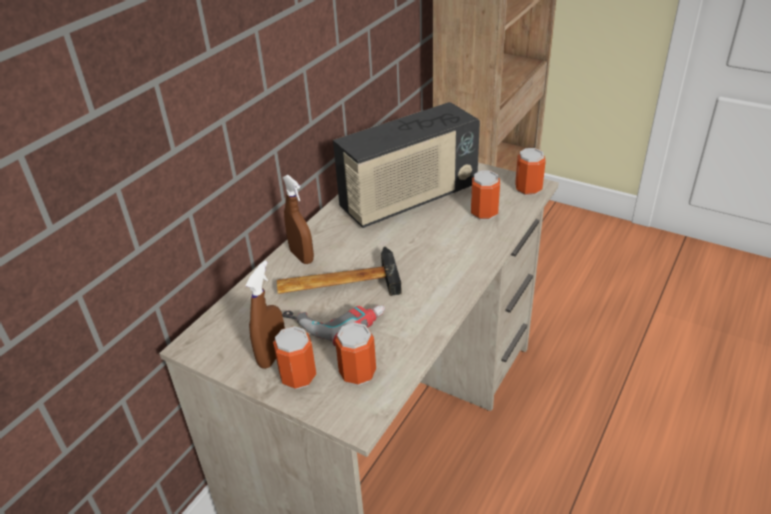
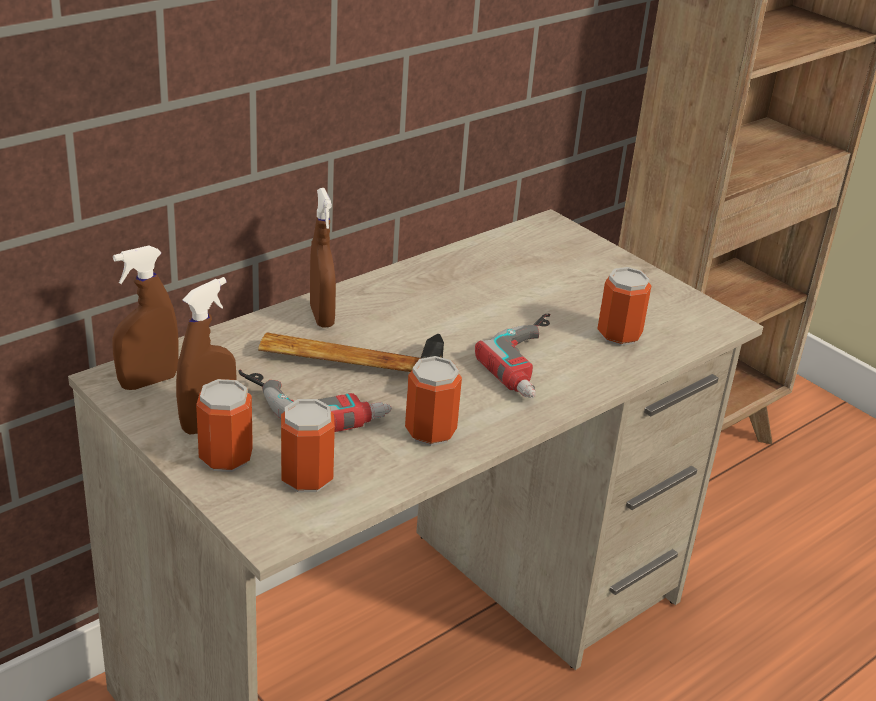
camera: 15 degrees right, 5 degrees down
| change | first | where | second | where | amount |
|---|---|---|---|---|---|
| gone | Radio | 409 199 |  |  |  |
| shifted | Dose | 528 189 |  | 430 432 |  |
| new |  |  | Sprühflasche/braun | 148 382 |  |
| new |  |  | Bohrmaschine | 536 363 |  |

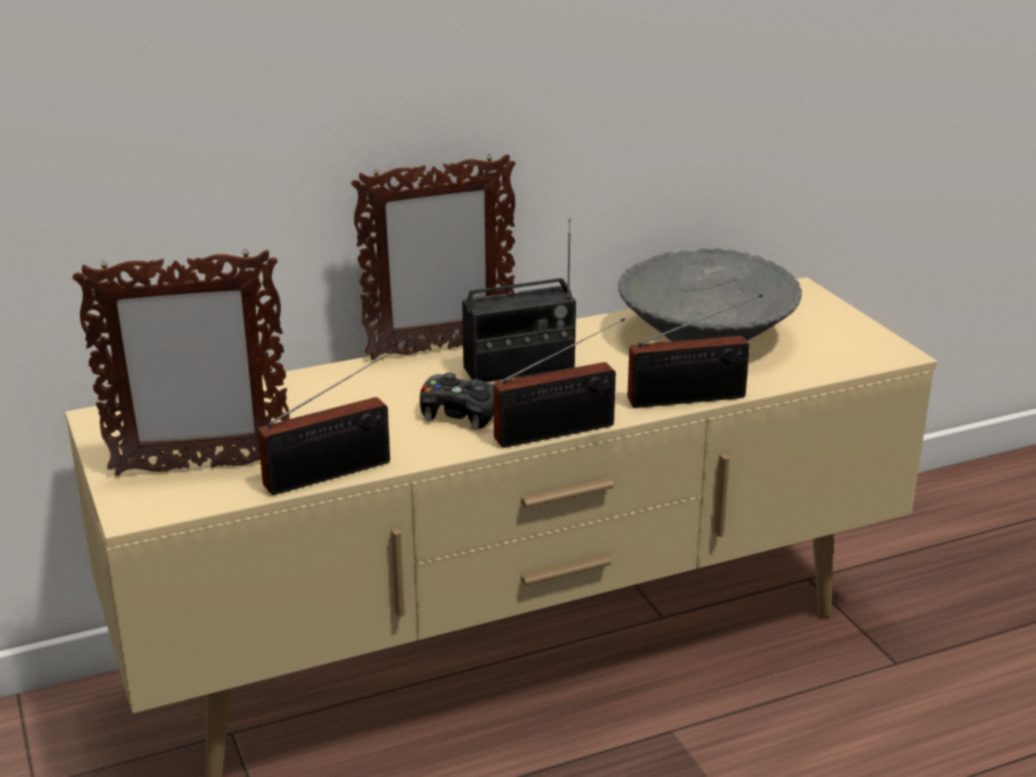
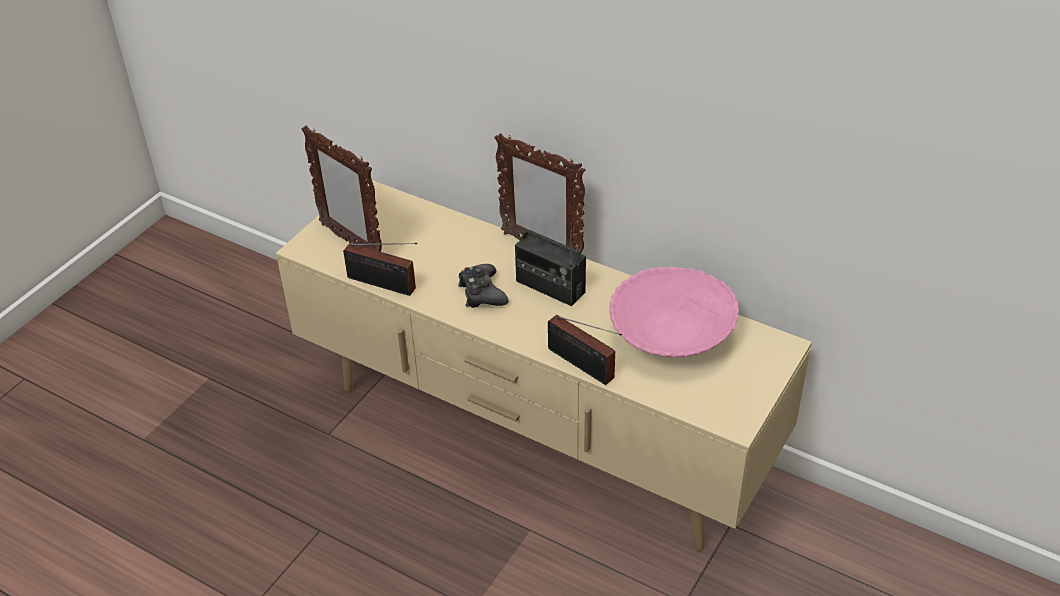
camera: 55 degrees right, 15 degrees up
| change | first | where | second | where | amount |
|---|---|---|---|---|---|
| gone | Radio | 561 431 |  |  |  |
| repainted | Schüssel/grau | 706 335 | Schüssel/rosa | 671 336 |  |

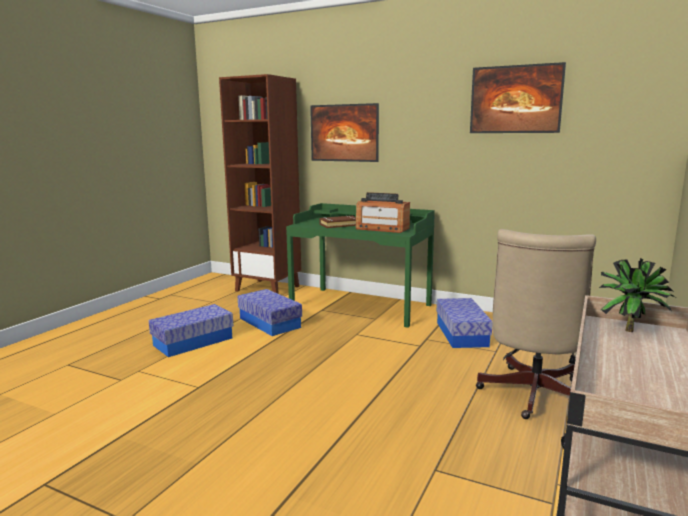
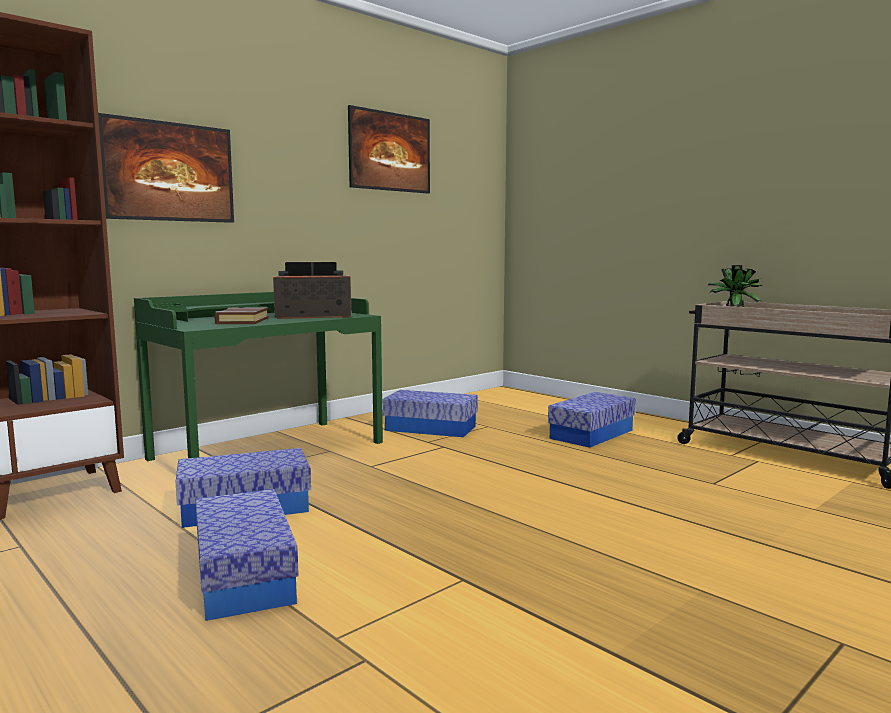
camera: 70 degrees left, 5 degrees down
| change | first | where | second | where | amount |
|---|---|---|---|---|---|
| rotated | Radio | 382 229 |  | 312 316 | 150 degrees counterclockwise |
| swapped | Bürostuhl/beige | 532 396 | Aufbewahrungsbox | 591 434 |  |

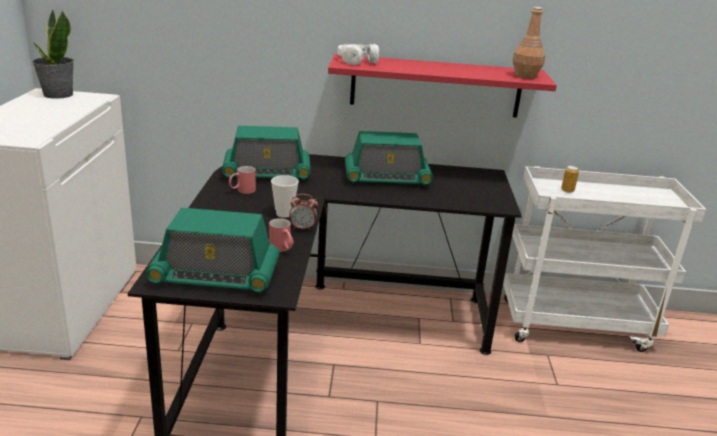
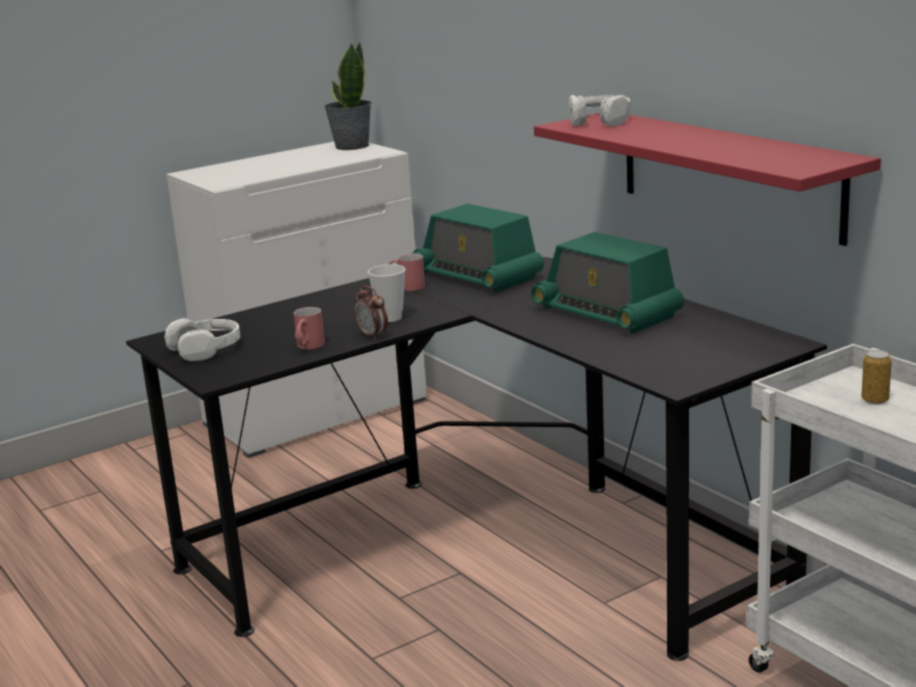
camera: 55 degrees right, 5 degrees down
| change | first | where | second | where | amount |
|---|---|---|---|---|---|
| swapped | Radio | 215 275 | Kopfhörer/weiß | 206 349 |  |
| gone | Flasche/braun | 525 76 |  |  |  |

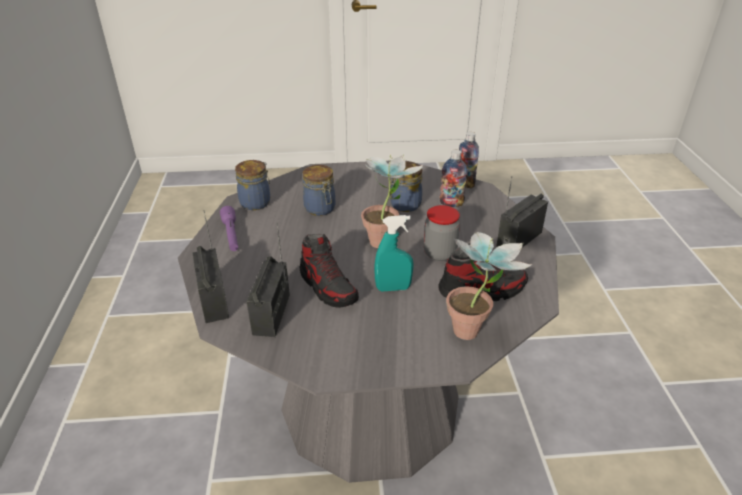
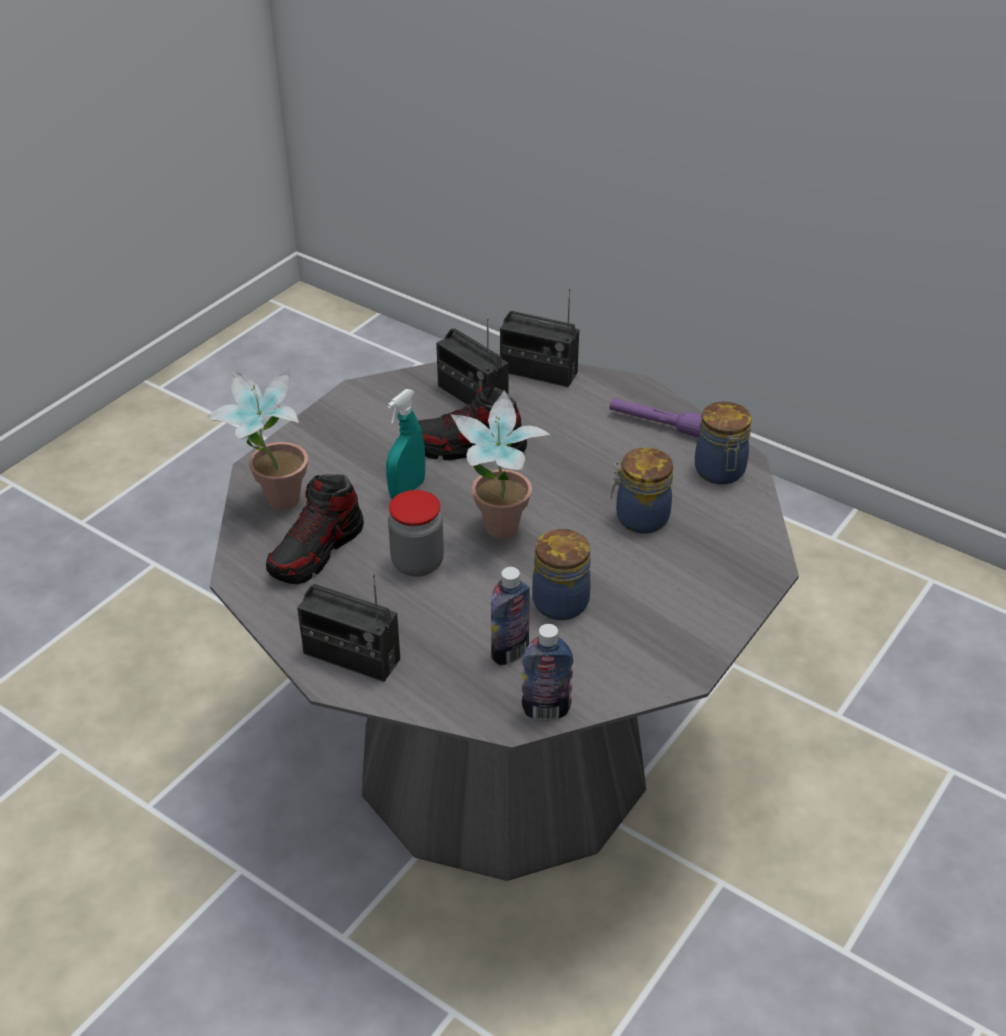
camera: 130 degrees right, 5 degrees up
| change | first | where | second | where | amount |
|---|---|---|---|---|---|
| rotated | Radio | 519 239 |  | 351 656 | 120 degrees clockwise |

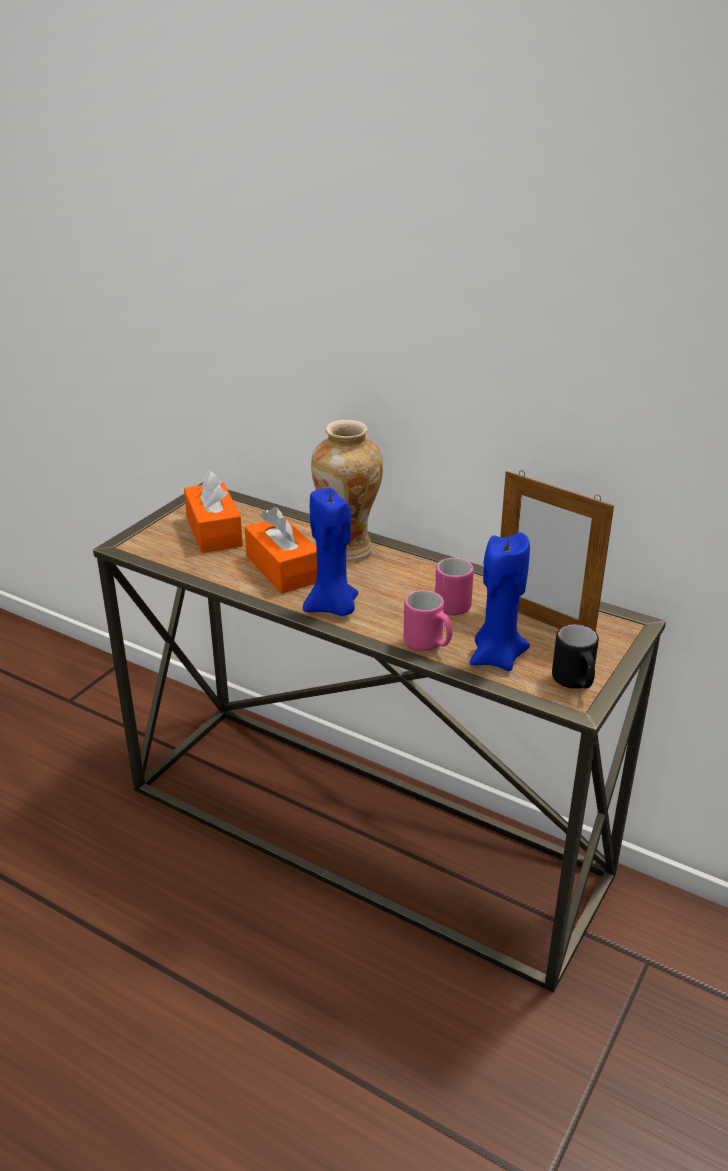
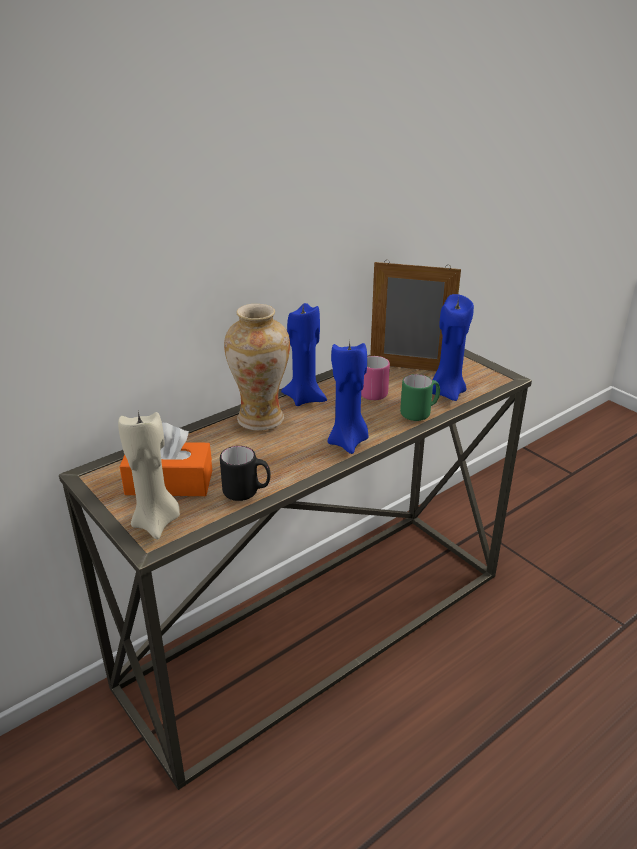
camera: 70 degrees left, 0 degrees up
| change | first | where | second | where | amount |
|---|---|---|---|---|---|
| gone | Taschentuchbox/orange | 283 569 |  |  |  |
| repainted | Henkelbecher/rosa | 428 645 | Henkelbecher/grün | 420 413 |  |
| rotated | Bilderrahmen | 543 621 |  | 409 368 | 135 degrees counterclockwise |
| shifted | Henkelbecher/schwarz | 575 683 |  | 247 492 |  |
| new |  |  | Kerze/beige | 157 522 |  |
| new |  |  | Kerze/blau | 304 398 |  |

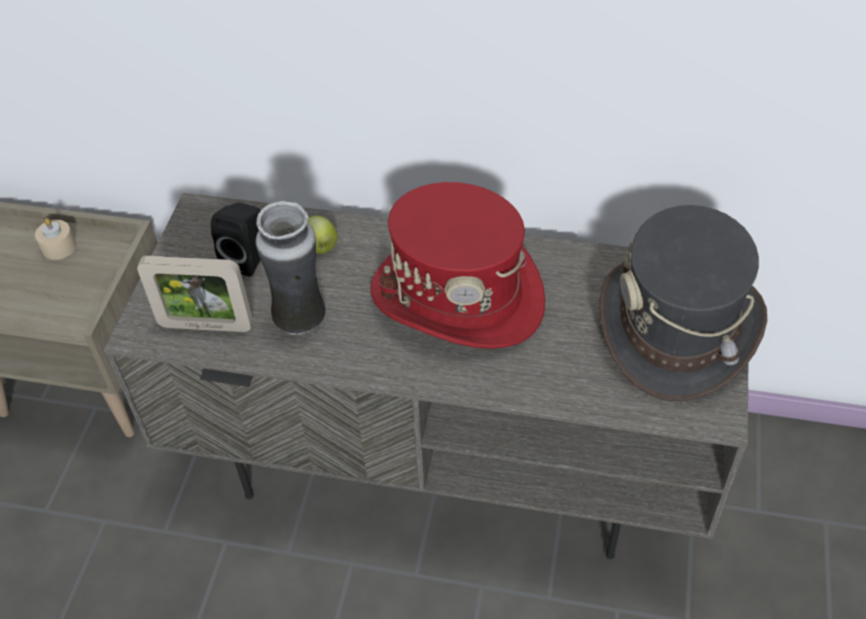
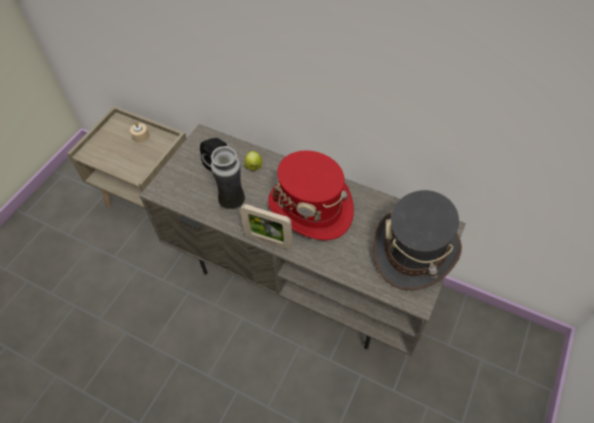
camera: 15 degrees right, 5 degrees up
| change | first | where | second | where | amount |
|---|---|---|---|---|---|
| shifted | Bilderrahmen | 206 326 |  | 268 240 |  |

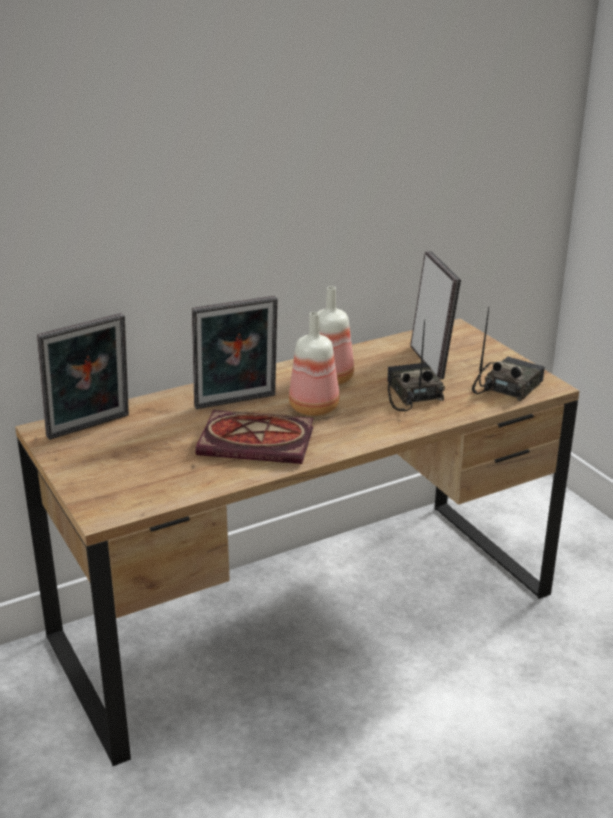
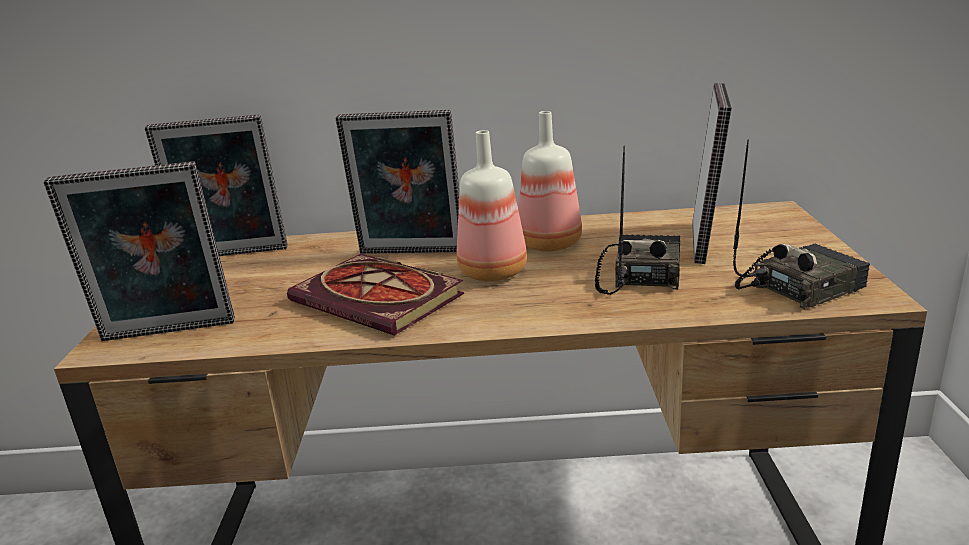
camera: 30 degrees right, 5 degrees down
| change | first | where | second | where | amount |
|---|---|---|---|---|---|
| new |  |  | Bilderrahmen | 167 333 |  |

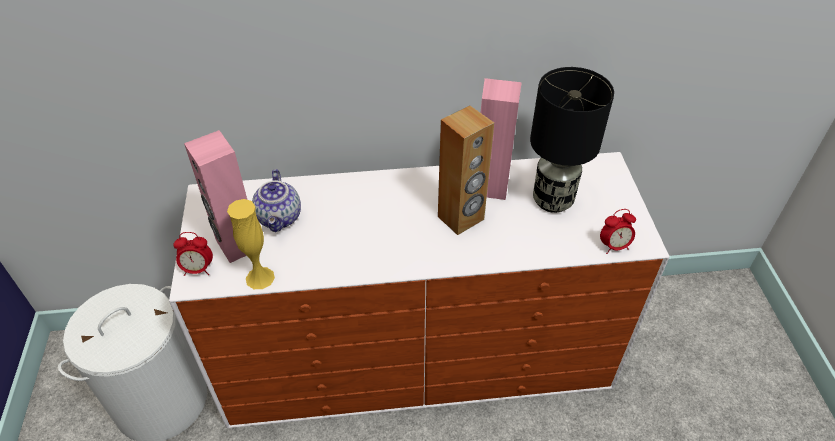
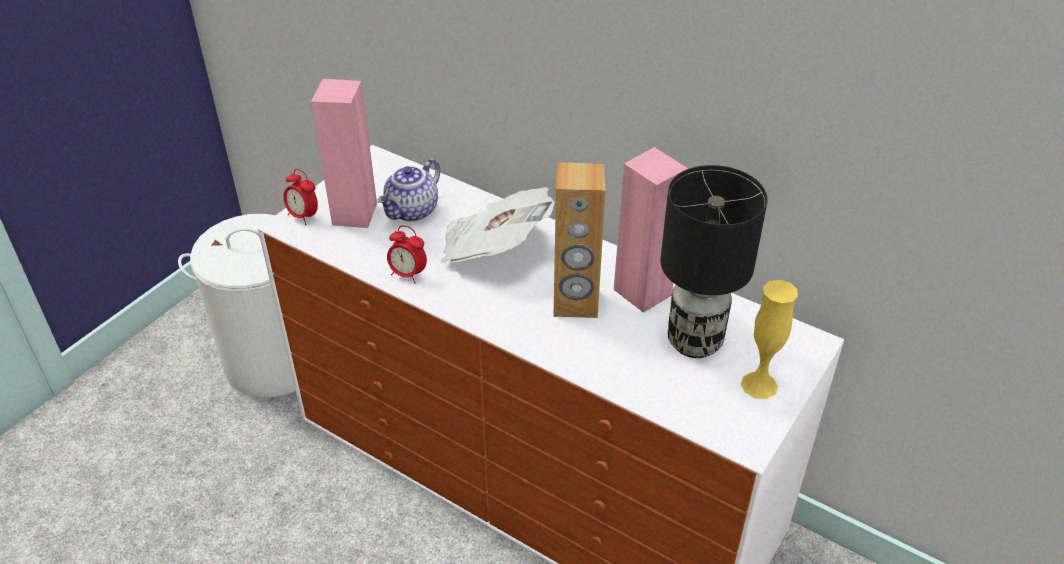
camera: 40 degrees right, 5 degrees down
| change | first | where | second | where | amount |
|---|---|---|---|---|---|
| shifted | Vase/gelb | 260 278 |  | 759 385 |  |
| shifted | Wecker | 614 246 |  | 408 274 |  |
| new |  |  | Zeitung | 494 249 |  |

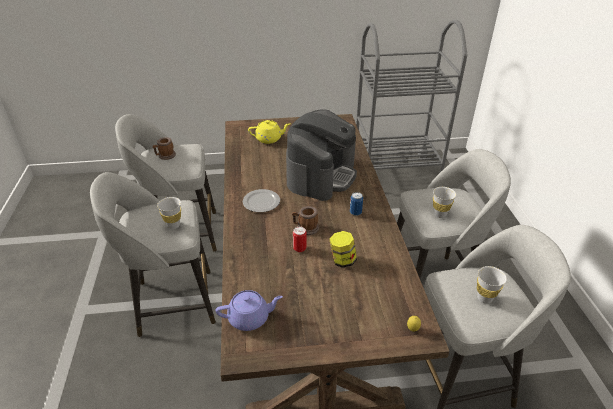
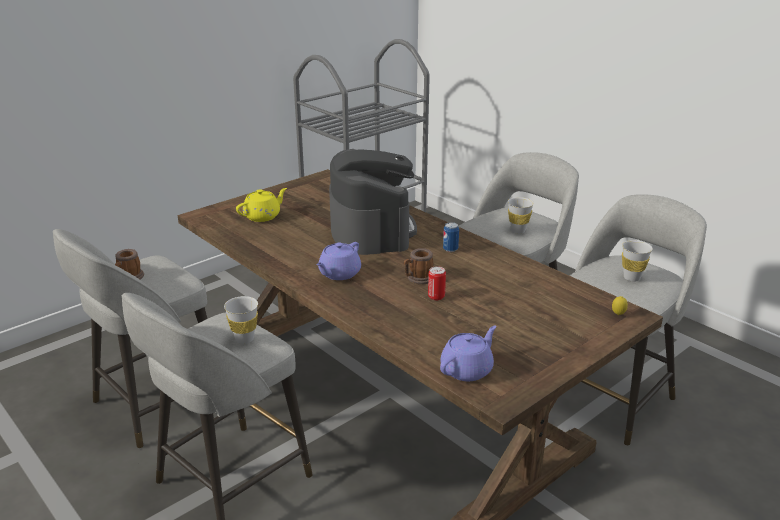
camera: 35 degrees left, 10 degrees down
| change | first | where | second | where | amount |
|---|---|---|---|---|---|
| swapped | Teller | 262 202 | Teekanne/lila | 339 274 |  |
| gone | Vorratsglas | 342 260 |  |  |  |

